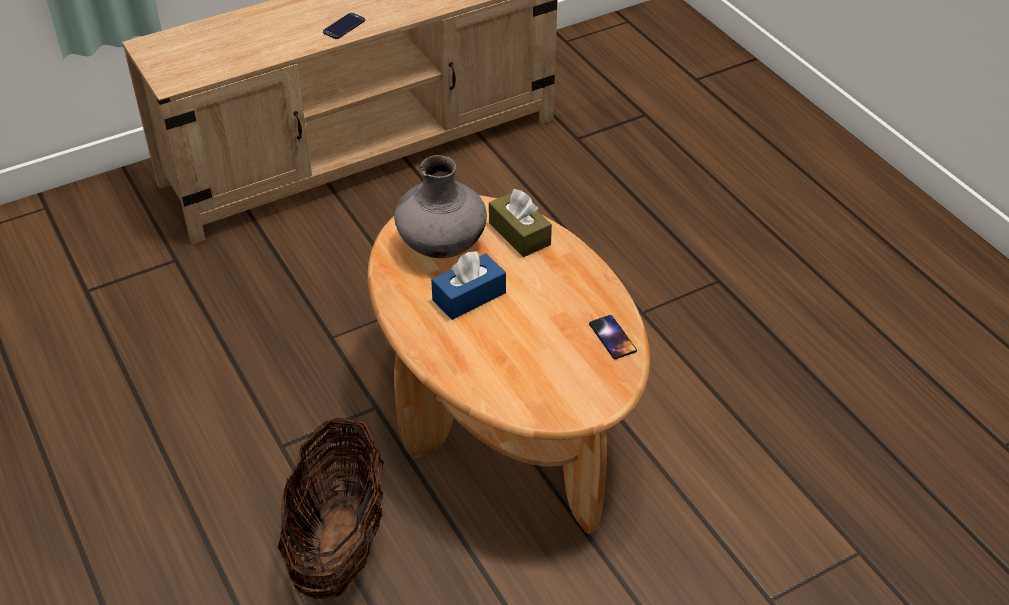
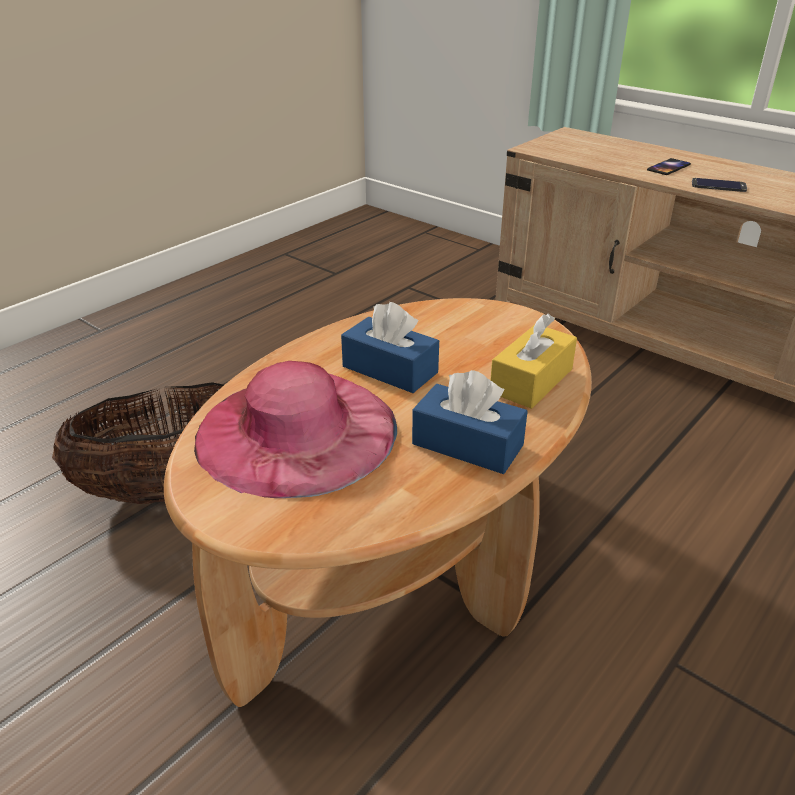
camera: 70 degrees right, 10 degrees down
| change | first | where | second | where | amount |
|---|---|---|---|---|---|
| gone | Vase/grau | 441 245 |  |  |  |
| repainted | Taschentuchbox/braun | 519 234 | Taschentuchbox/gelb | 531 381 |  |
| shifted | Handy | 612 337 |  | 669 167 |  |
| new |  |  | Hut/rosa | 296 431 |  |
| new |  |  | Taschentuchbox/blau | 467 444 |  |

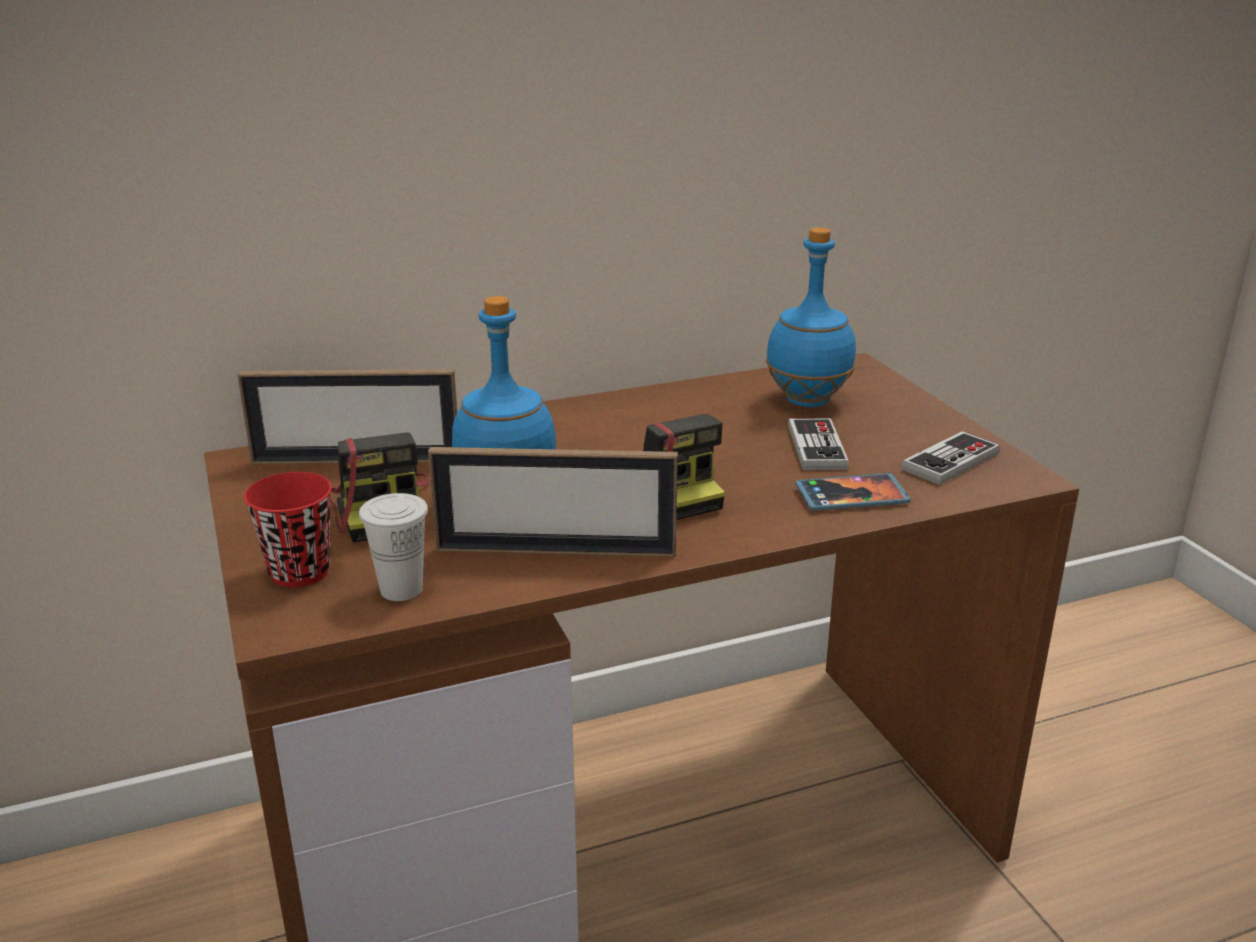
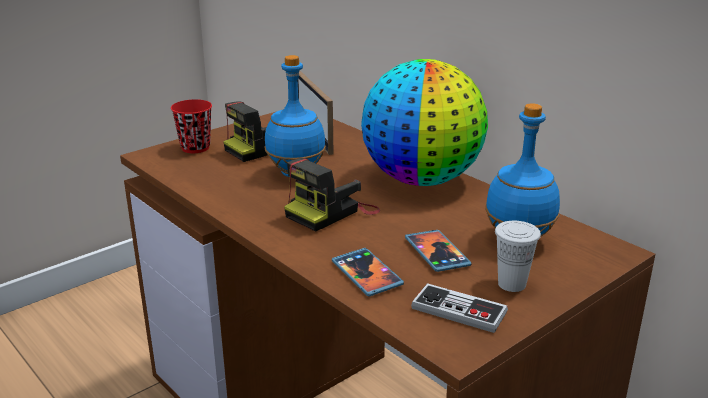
camera: 70 degrees right, 0 degrees up
| change | first | where | second | where | amount |
|---|---|---|---|---|---|
| shifted | Tasse/weiß | 401 589 |  | 512 284 |  |
| gone | Bilderrahmen | 556 551 |  |  |  |
| swapped | Gamepad | 817 447 | Handy | 437 253 |  |
| new |  |  | Globus | 422 179 |  |

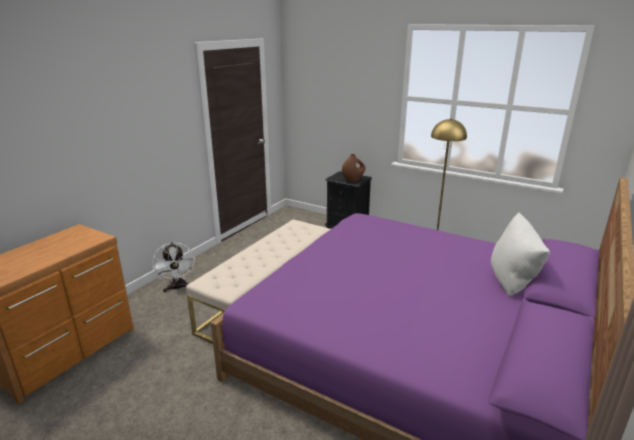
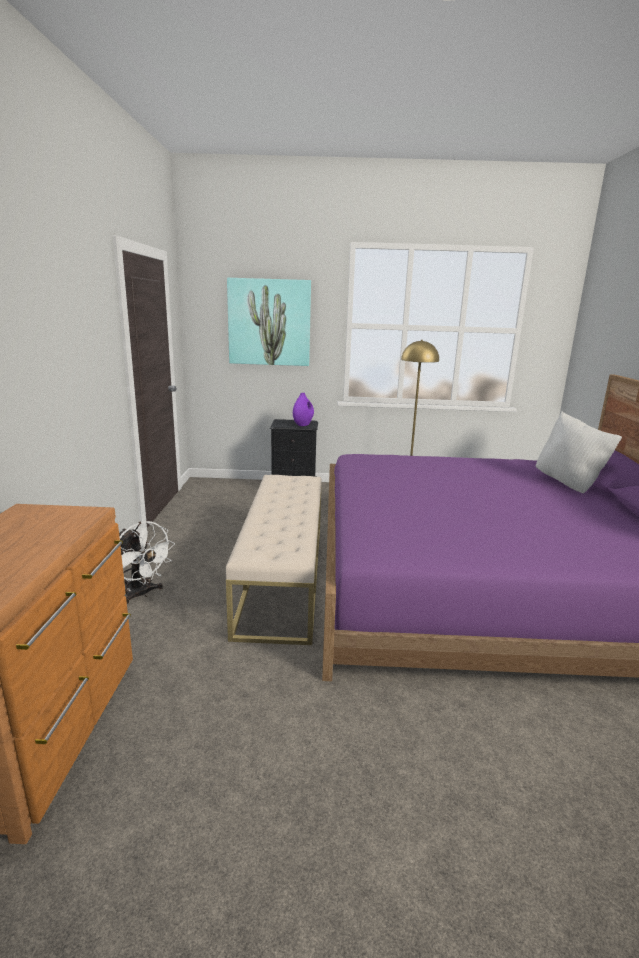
camera: 30 degrees left, 5 degrees down
| change | first | where | second | where | amount |
|---|---|---|---|---|---|
| repainted | Vase/braun | 353 180 | Vase/lila | 303 424 |  |
| new |  |  | Bild | 269 322 |  |

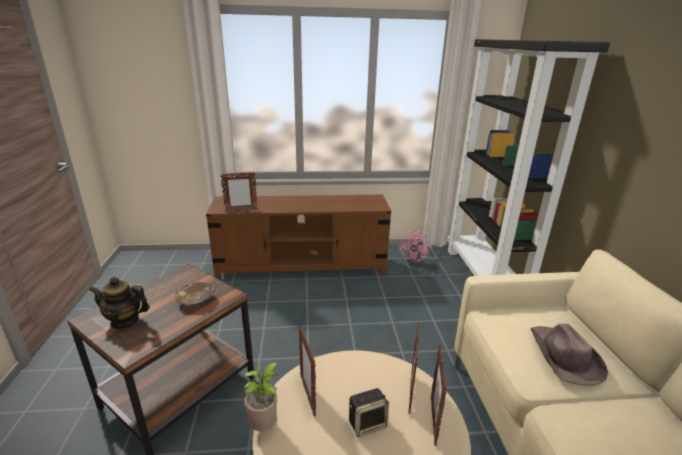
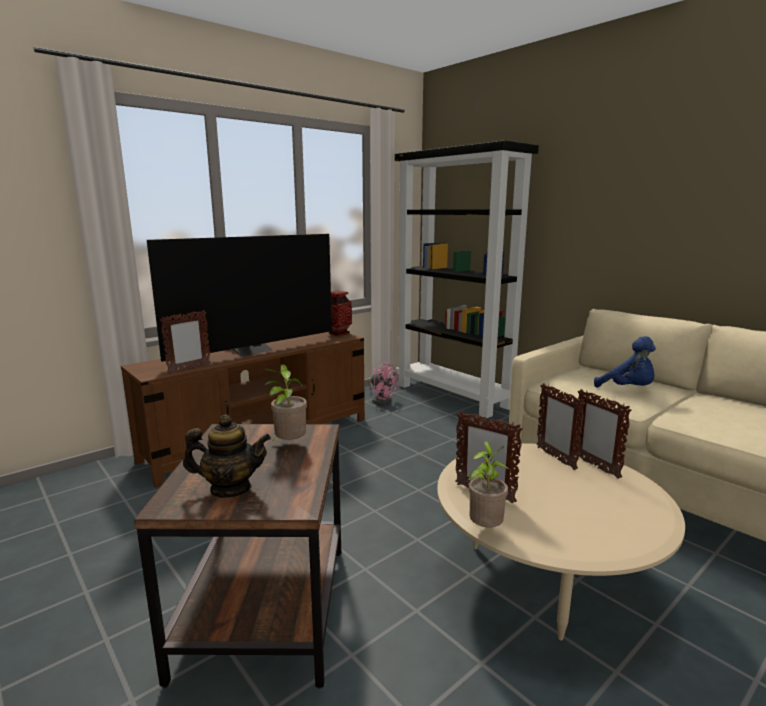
camera: 35 degrees left, 10 degrees down
| change | first | where | second | where | amount |
|---|---|---|---|---|---|
| rotated | Teekanne | 125 321 |  | 230 488 | 150 degrees counterclockwise |
| swapped | Schüssel/braun | 196 299 | Topfpflanze | 289 445 |  |
| gone | Lautsprecher | 367 423 |  |  |  |
| rotated | Ventilator/rosa | 418 261 |  | 381 400 | 45 degrees counterclockwise |
| swapped | Hut/braun | 563 356 | Plüschtier/blau | 628 389 |  |
| new |  |  | Fernseher | 252 350 |  |
| new |  |  | Vase | 339 333 |  |

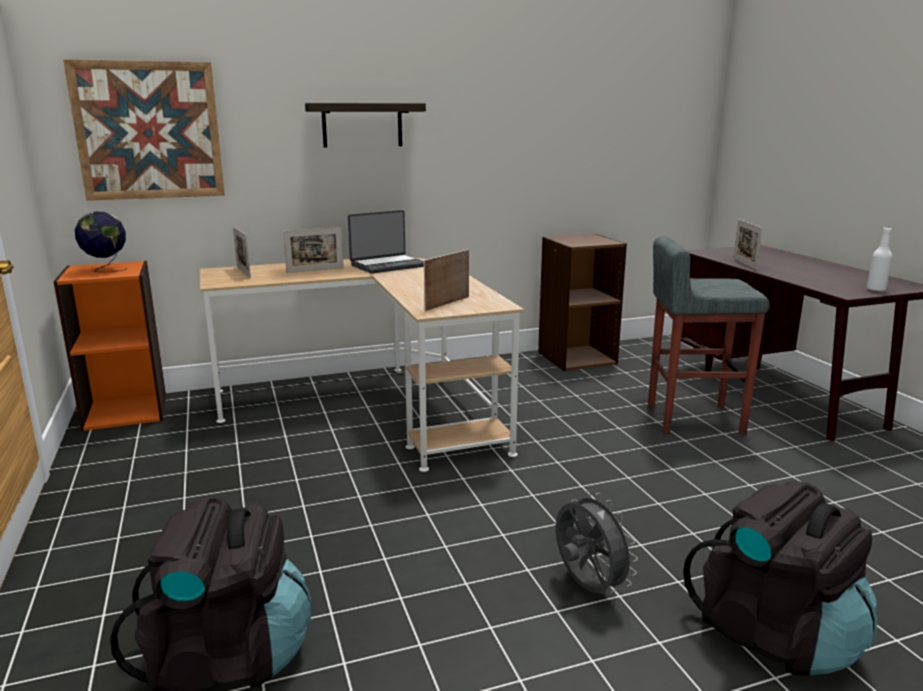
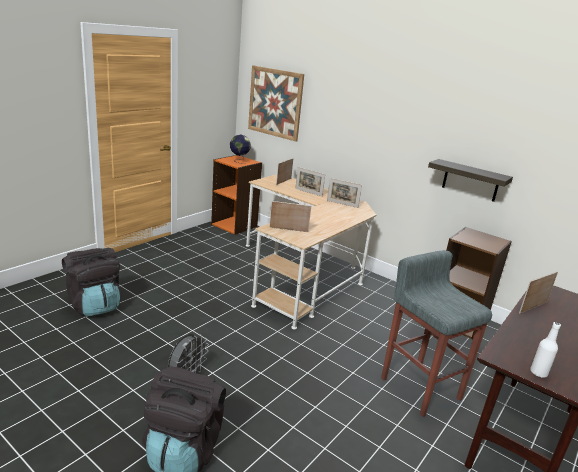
camera: 55 degrees right, 5 degrees up
| change | first | where | second | where | amount |
|---|---|---|---|---|---|
| shifted | Wandregal | 362 125 |  | 470 180 |  |
| swapped | Laptop | 388 265 | Bilderrahmen | 342 204 |  |

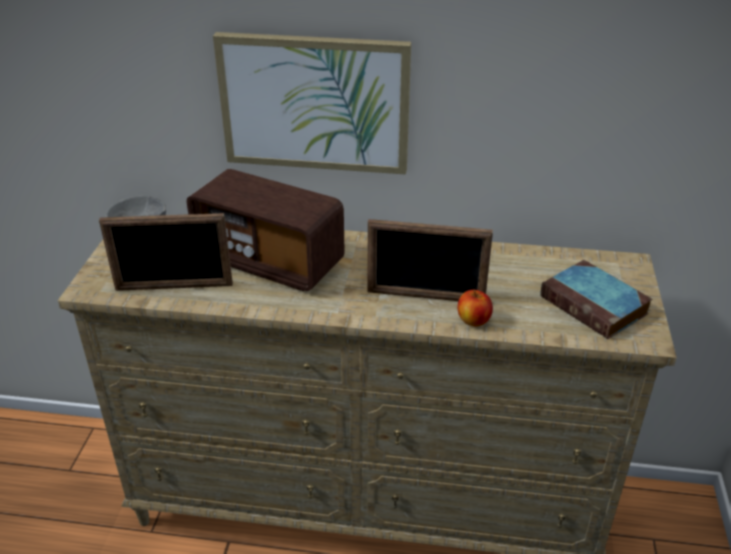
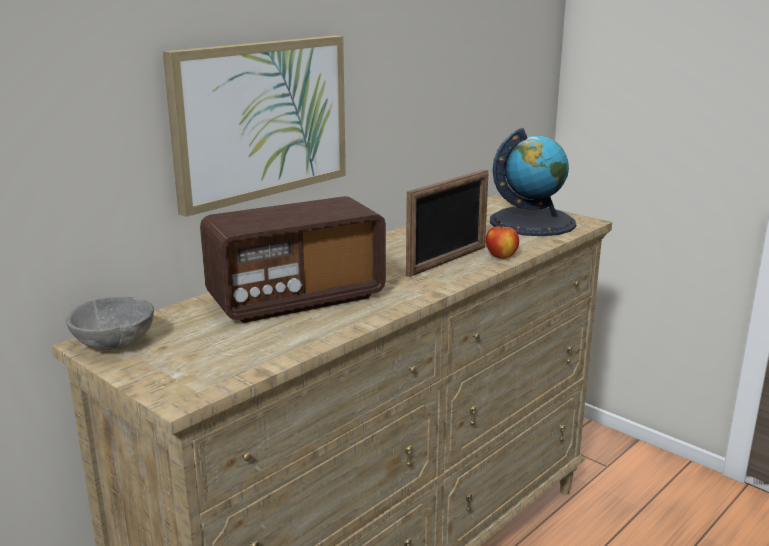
camera: 55 degrees left, 15 degrees down
| change | first | where | second | where | amount |
|---|---|---|---|---|---|
| gone | Bilderrahmen | 174 287 |  |  |  |
| swapped | Buch | 595 305 | Globus | 532 222 |  |

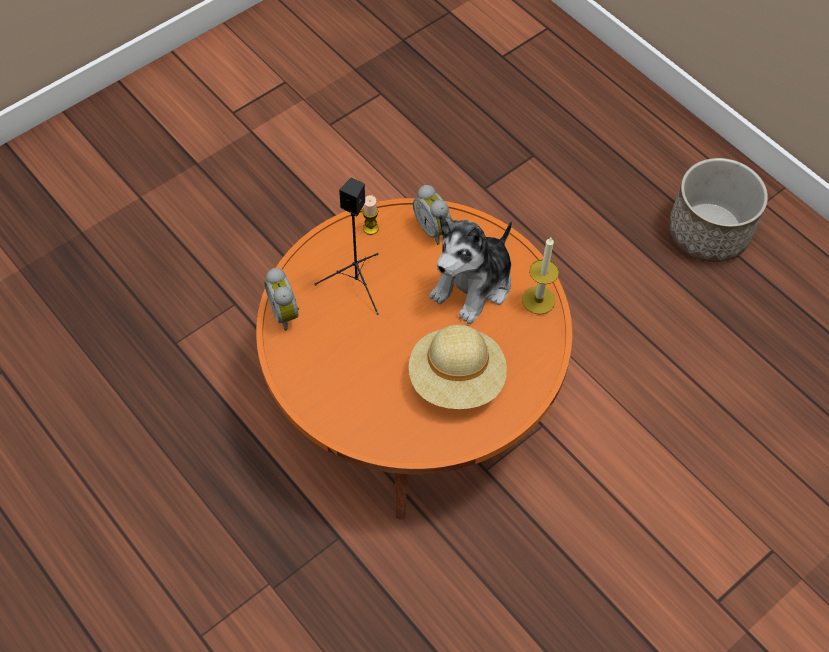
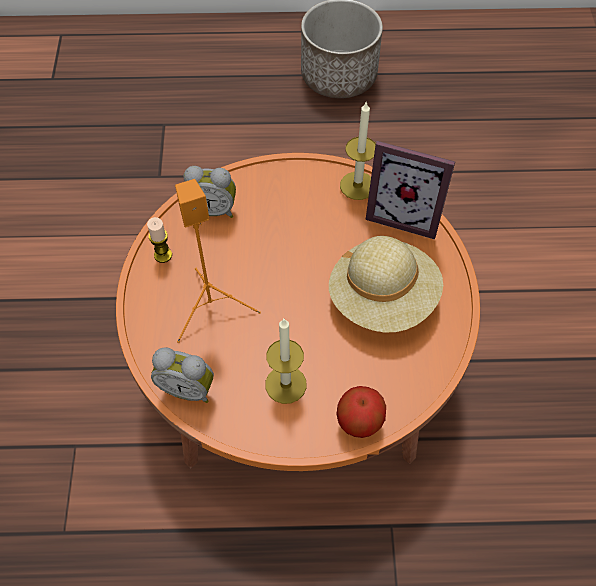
camera: 50 degrees left, 0 degrees up
| change | first | where | second | where | amount |
|---|---|---|---|---|---|
| repainted | Lautsprecher/schwarz | 357 284 | Lautsprecher/orange | 212 306 |  |
| gone | Plüschtier | 473 285 |  |  |  |
| new |  |  | Kerze | 285 384 |  |
| new |  |  | Apfel | 359 421 |  |
| new |  |  | Bilderrahmen | 405 213 |  |

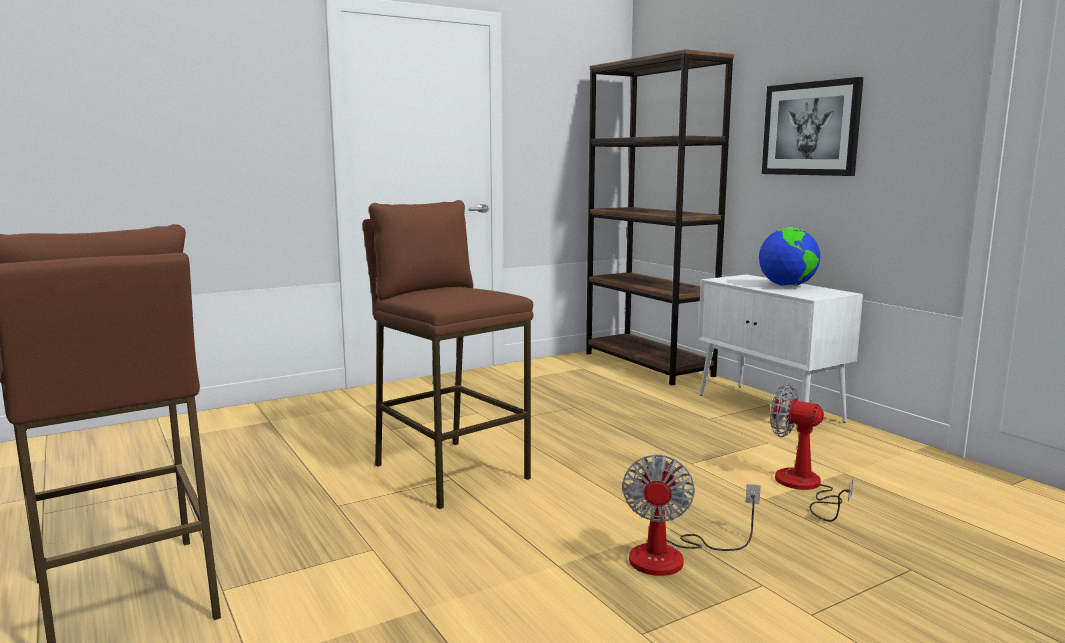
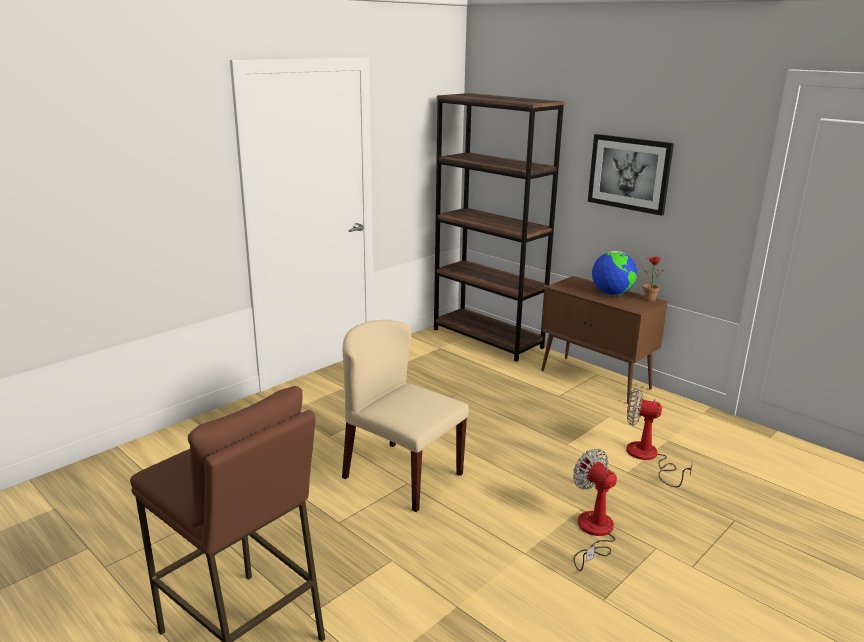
camera: 15 degrees left, 10 degrees up
| change | first | where | second | where | amount |
|---|---|---|---|---|---|
| swapped | Hocker/braun | 450 471 | Stuhl/beige | 401 475 |  |
| rotated | Ventilator | 673 556 |  | 593 533 | 150 degrees clockwise |
| repainted | Schrank/weiß | 770 408 | Schrank/braun | 596 380 |  |
| new |  |  | Topfpflanze | 647 299 |  |

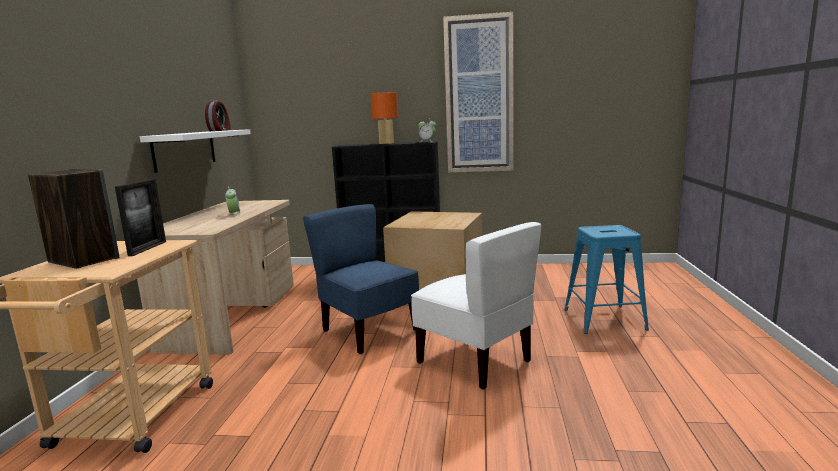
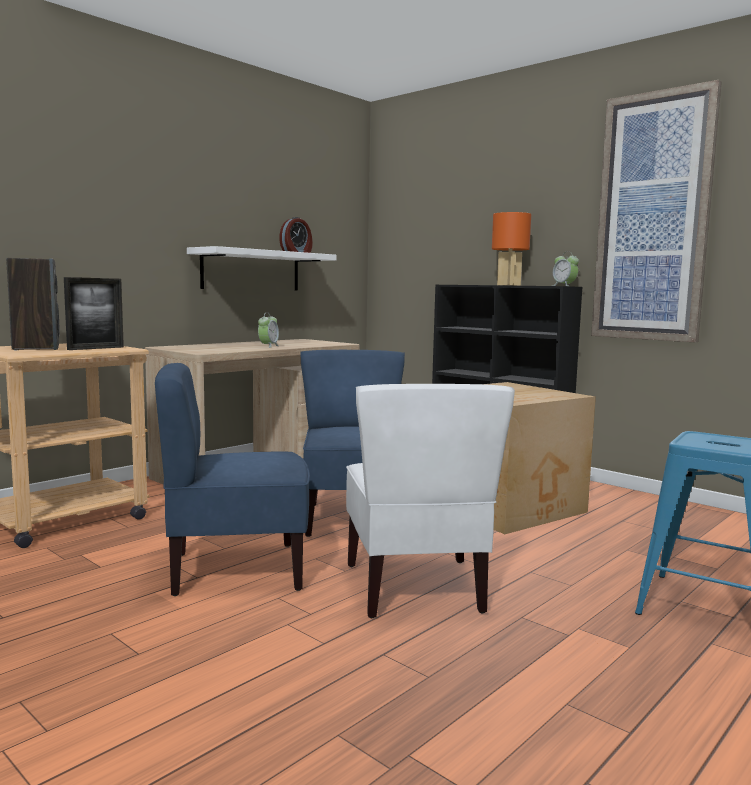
camera: 35 degrees right, 5 degrees down
| change | first | where | second | where | amount |
|---|---|---|---|---|---|
| new |  |  | Stuhl/blau | 236 570 |  |

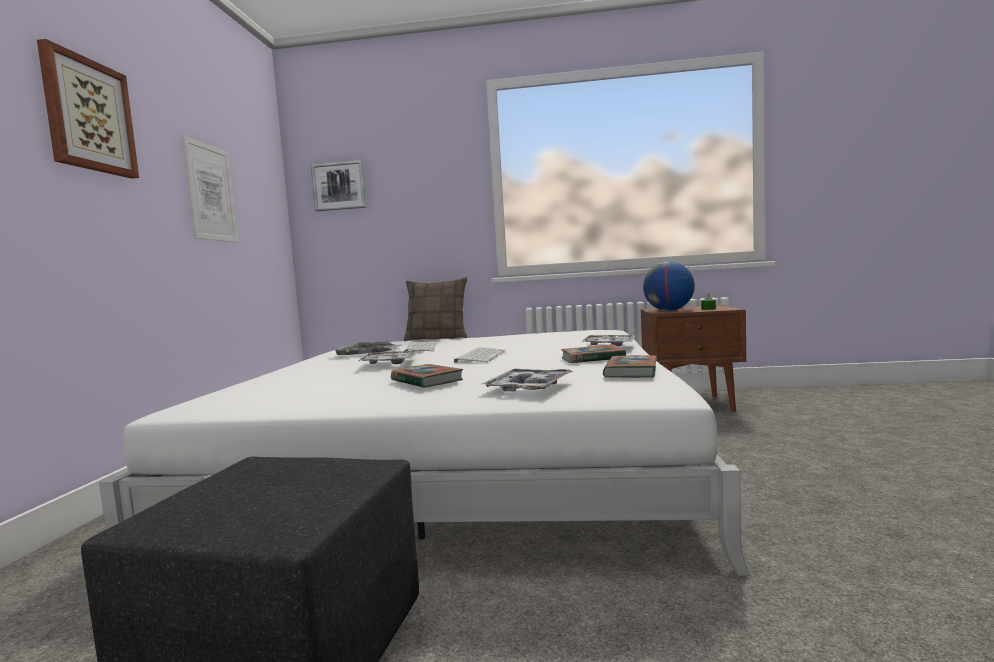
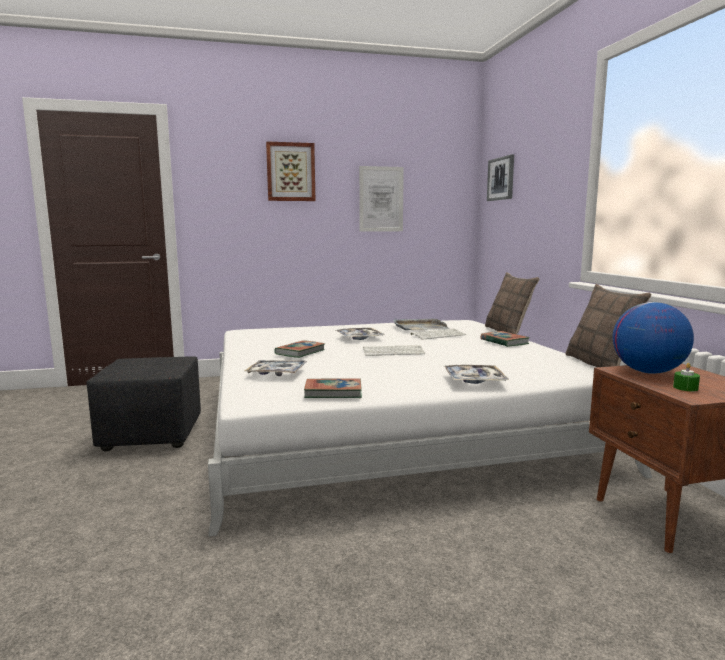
camera: 70 degrees right, 5 degrees up
| change | first | where | second | where | amount |
|---|---|---|---|---|---|
| shifted | Buch | 592 358 |  | 504 342 |  |
| new |  |  | Kissen | 600 364 |  |

